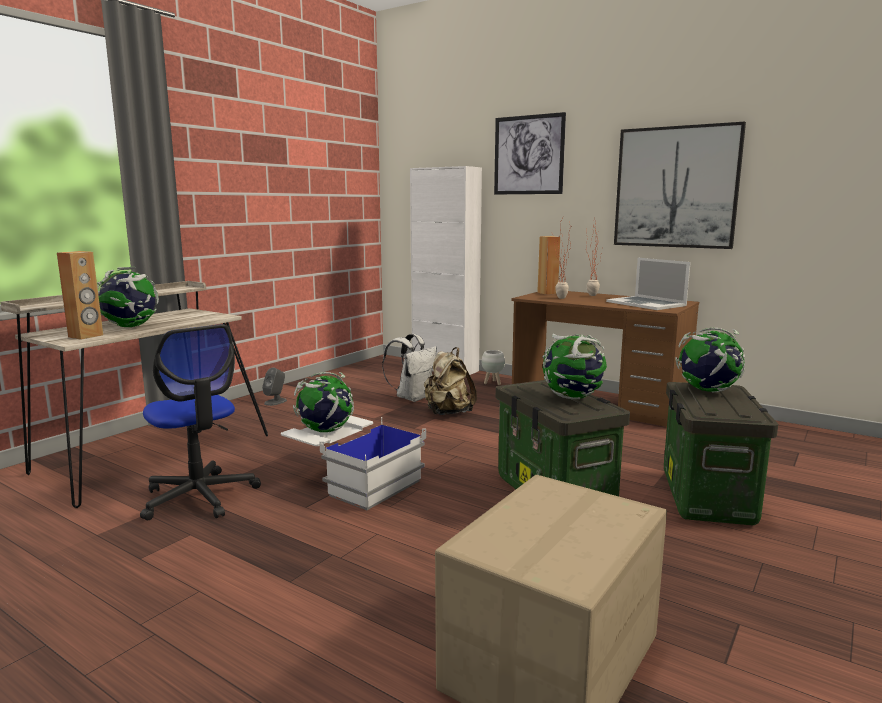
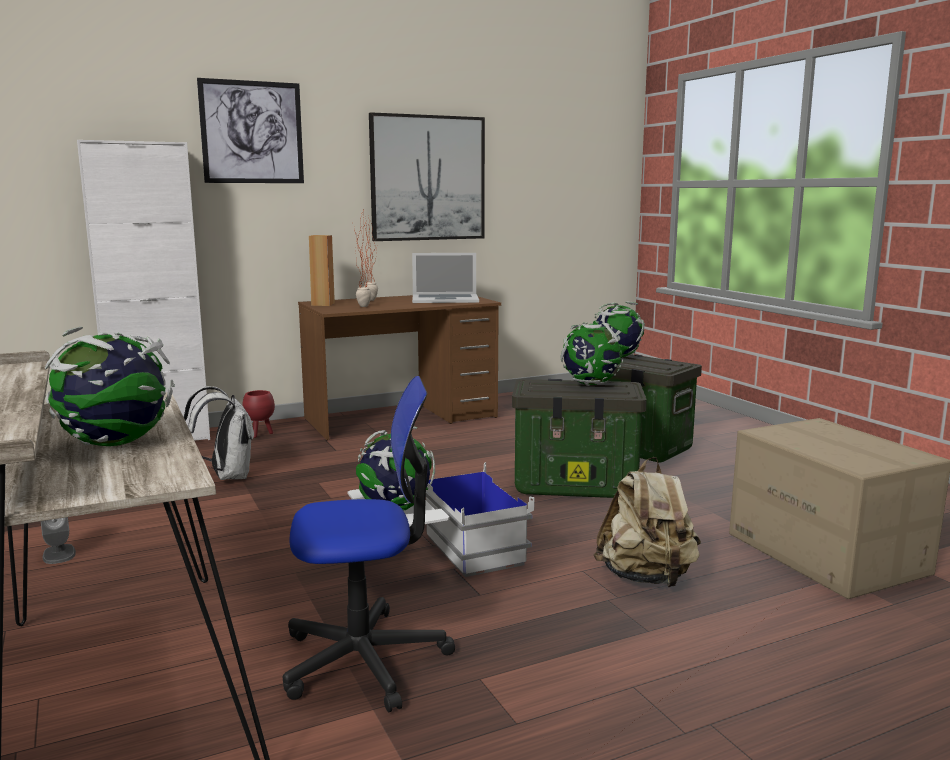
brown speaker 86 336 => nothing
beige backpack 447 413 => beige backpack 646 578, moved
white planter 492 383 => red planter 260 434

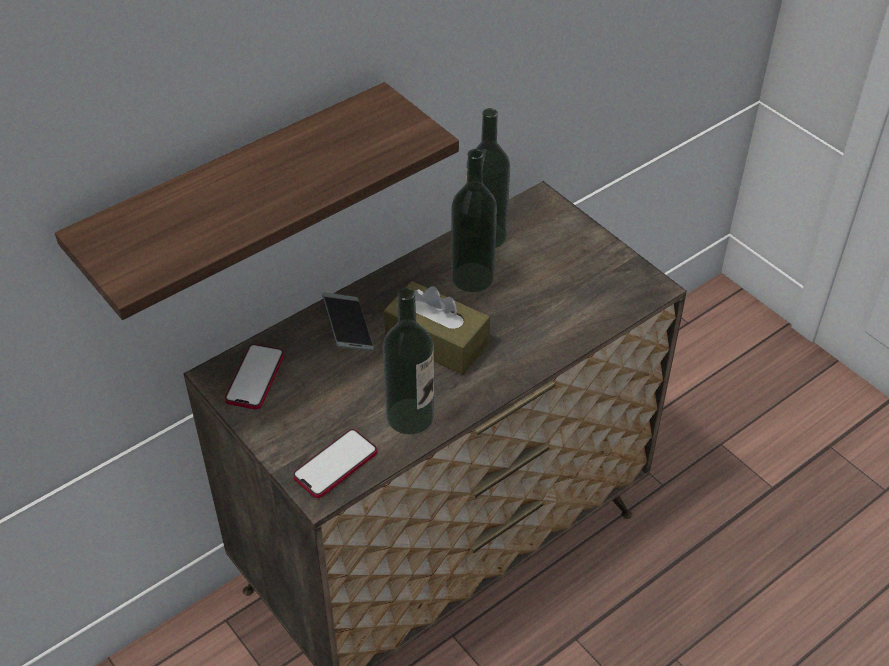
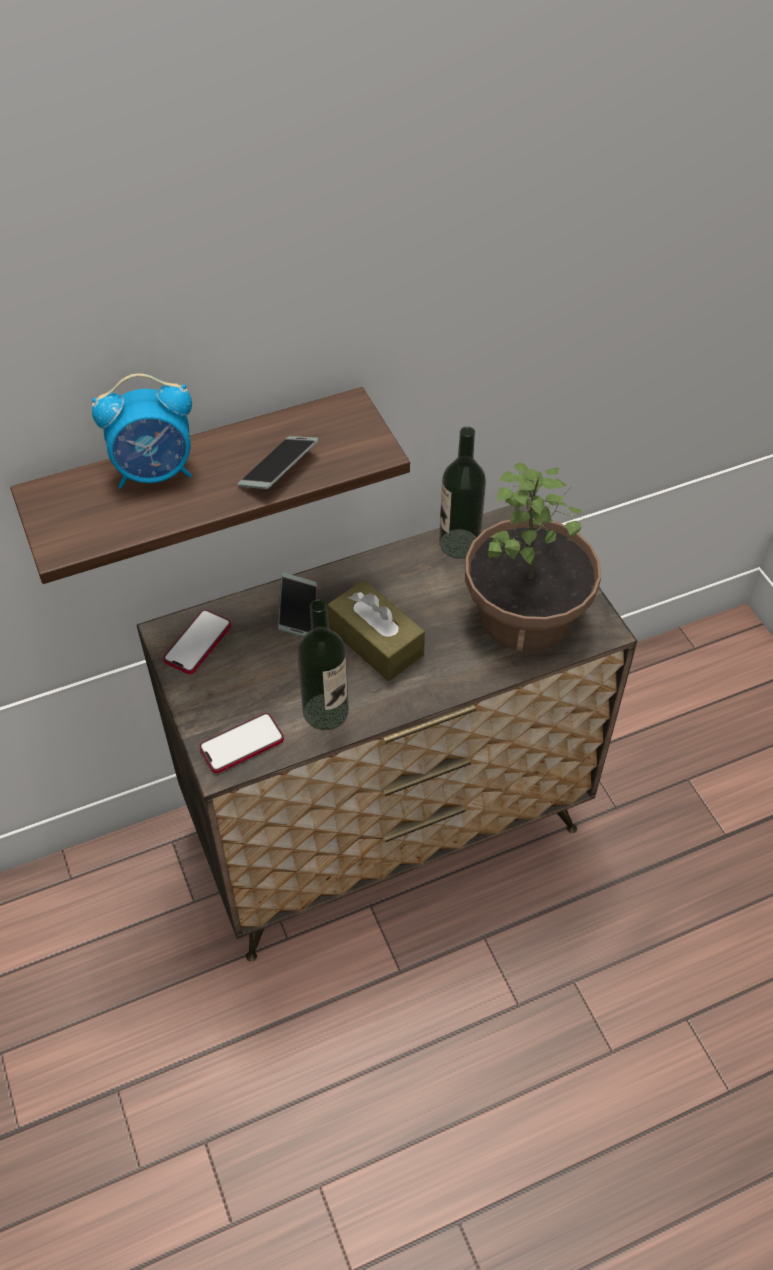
bottle 472 277 => nothing
nothing => alarm clock 155 472
nothing => phone 279 469
nothing => potted plant 527 616

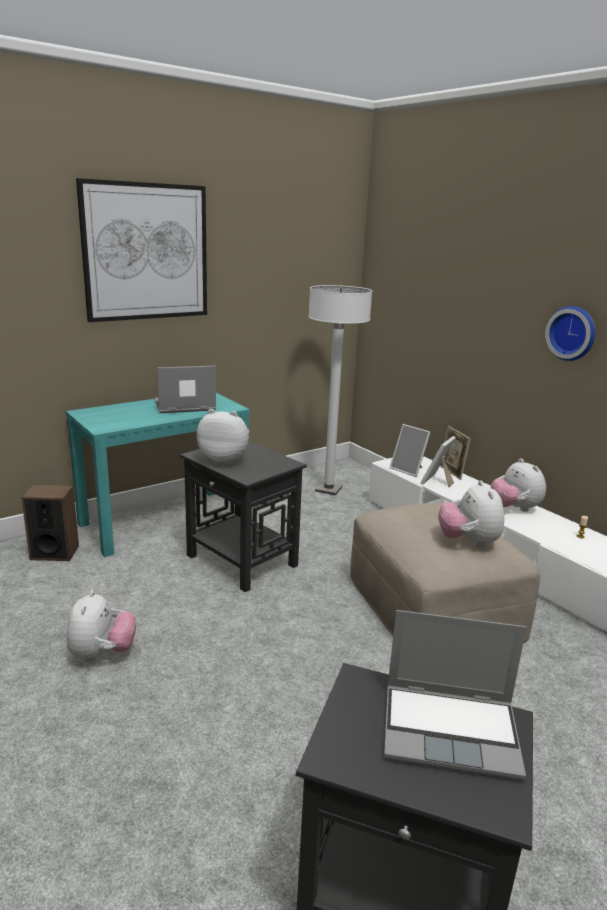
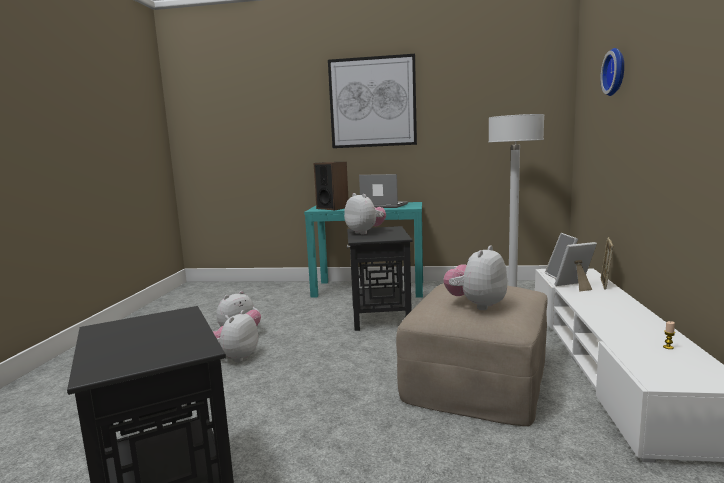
wall clock 572 333 => wall clock 616 72, moved
plush toy 514 508 => plush toy 235 357, moved
speaker 54 552 => speaker 332 208, moved
laptop 451 731 => nothing

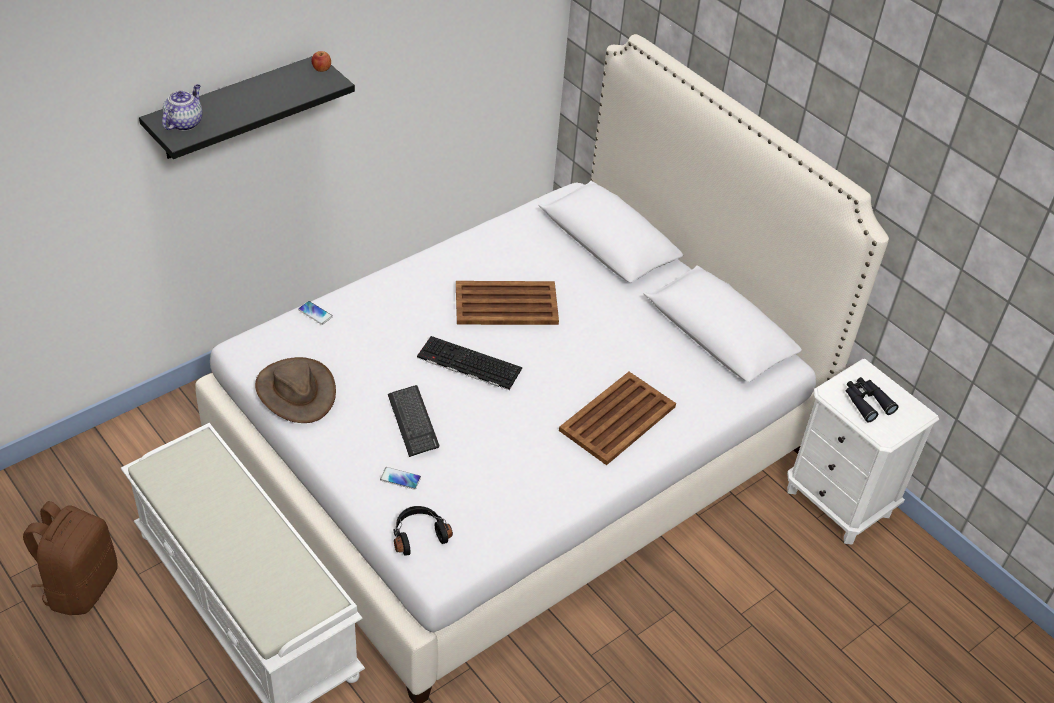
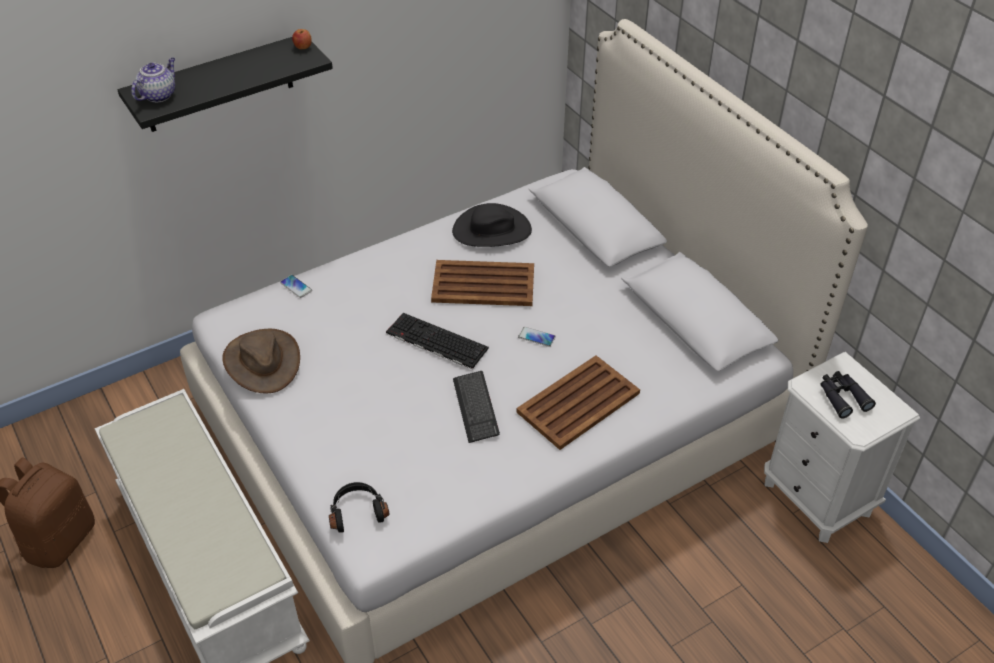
keyboard 413 422 => keyboard 475 408, moved
phone 400 479 => phone 536 337, moved
nothing => black hat 492 230

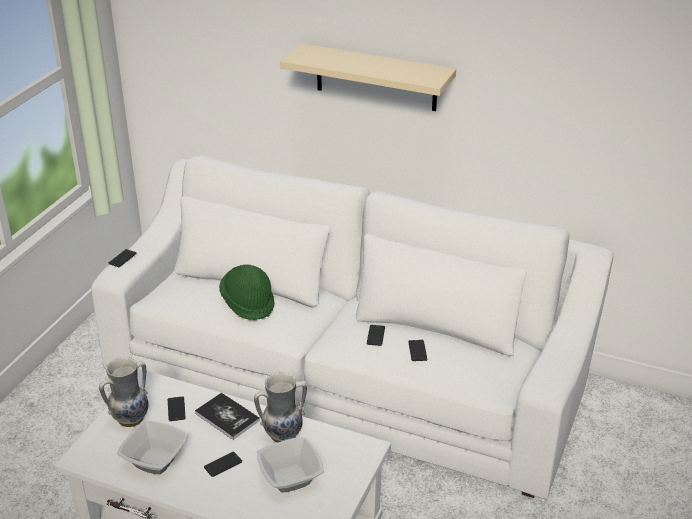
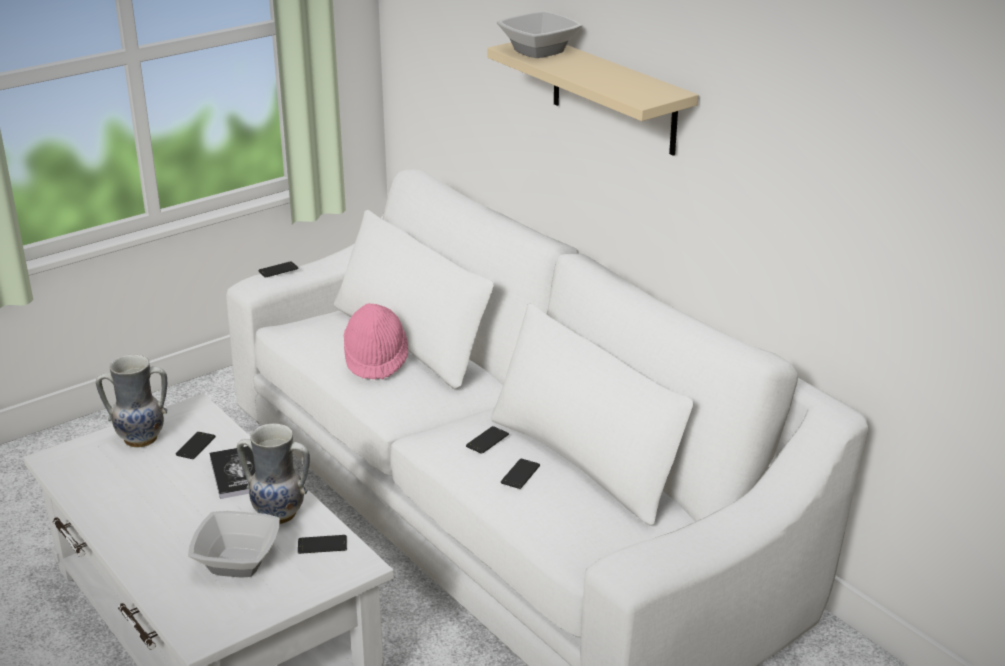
green hat 248 303 => pink hat 376 359
bowl 154 460 => bowl 537 50, moved
phone 223 464 => phone 322 545, moved

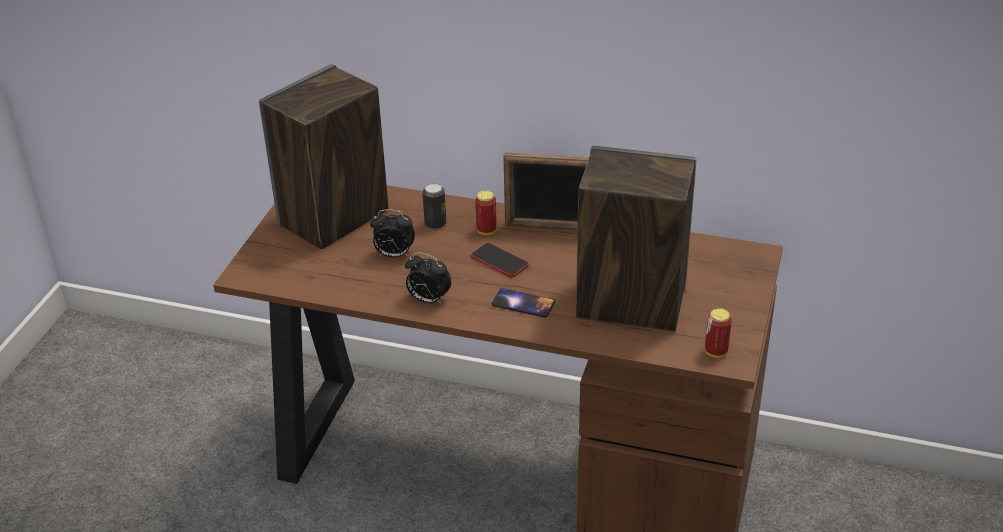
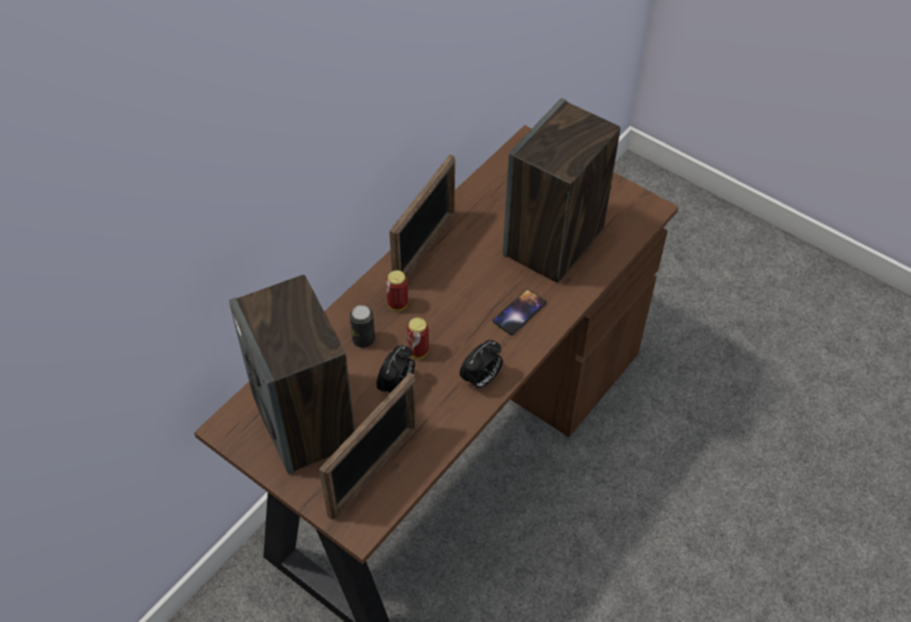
phone 499 261 => nothing
can 716 352 => can 418 351, moved
nothing => picture frame 374 471

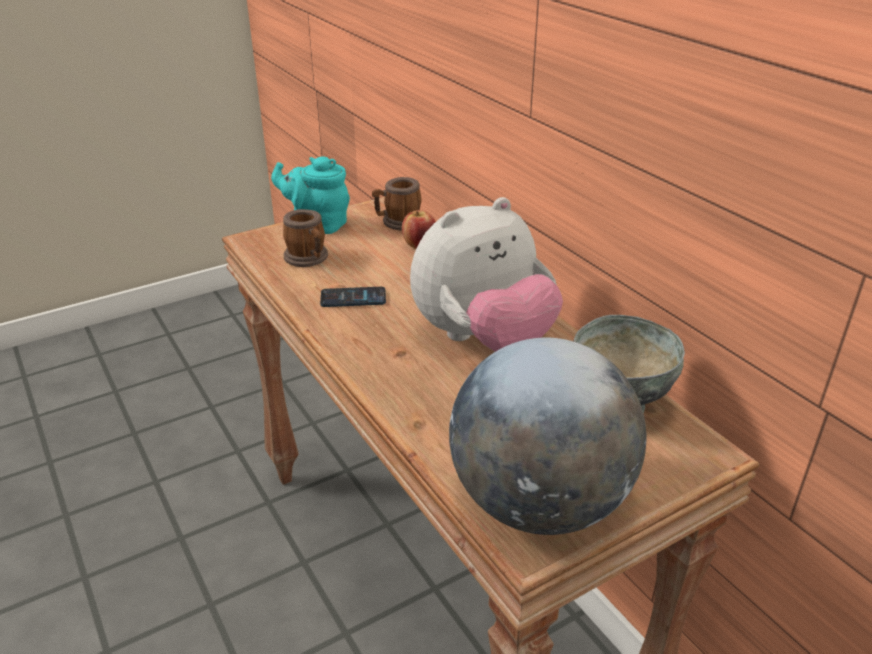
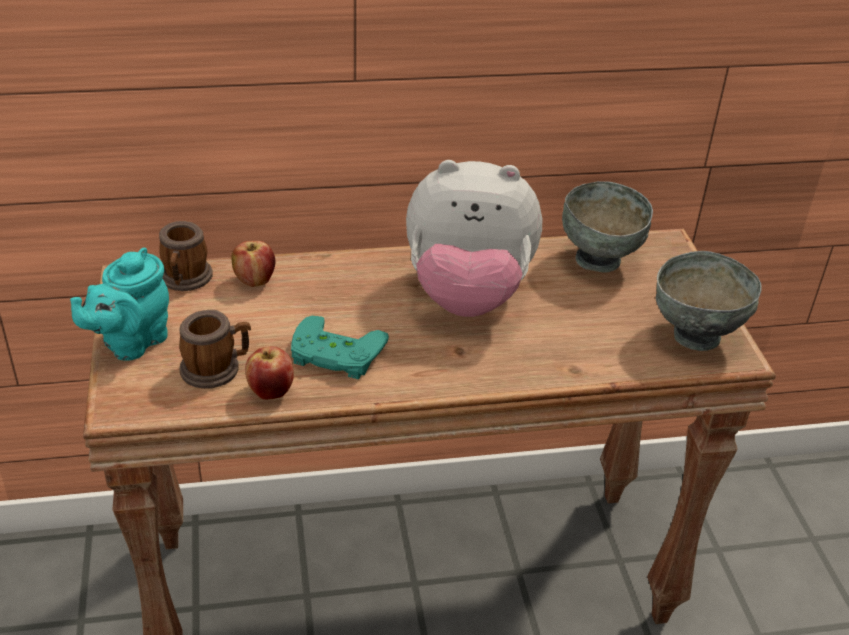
plush toy 483 340 => plush toy 467 296, 105 degrees clockwise
phone 353 298 => turquoise game controller 334 356
globe 539 503 => grey bowl 695 337
nothing => apple 271 391

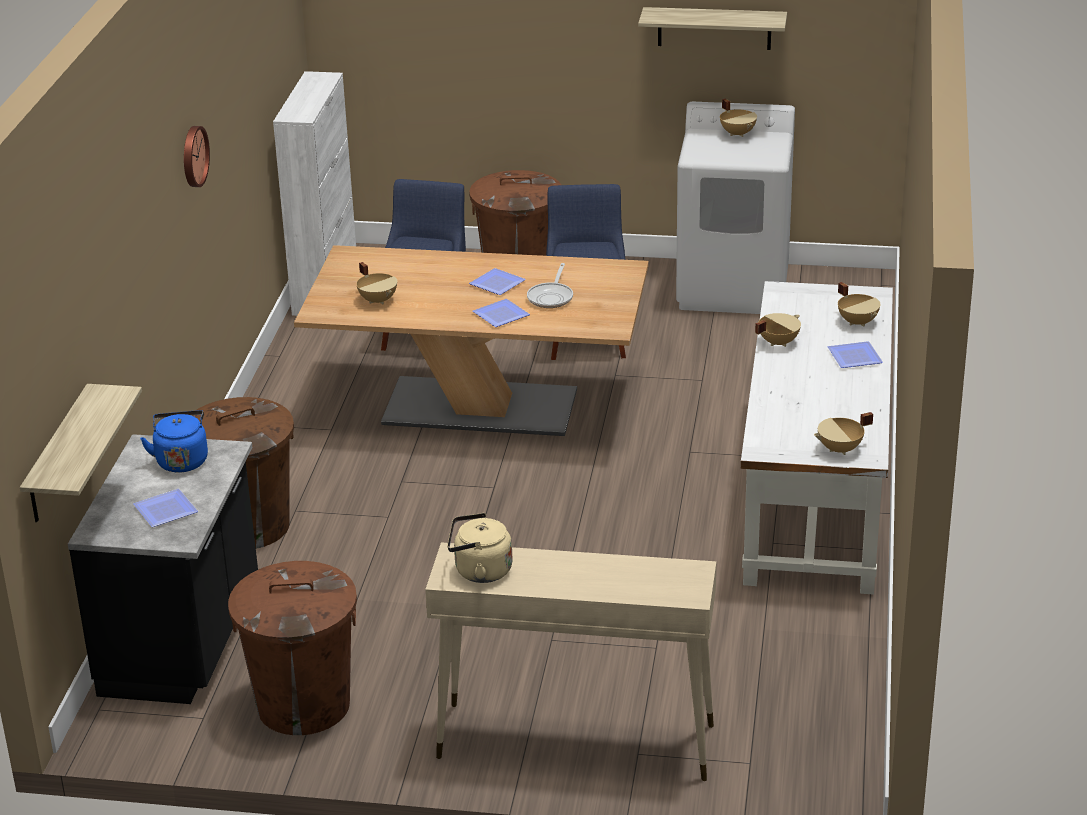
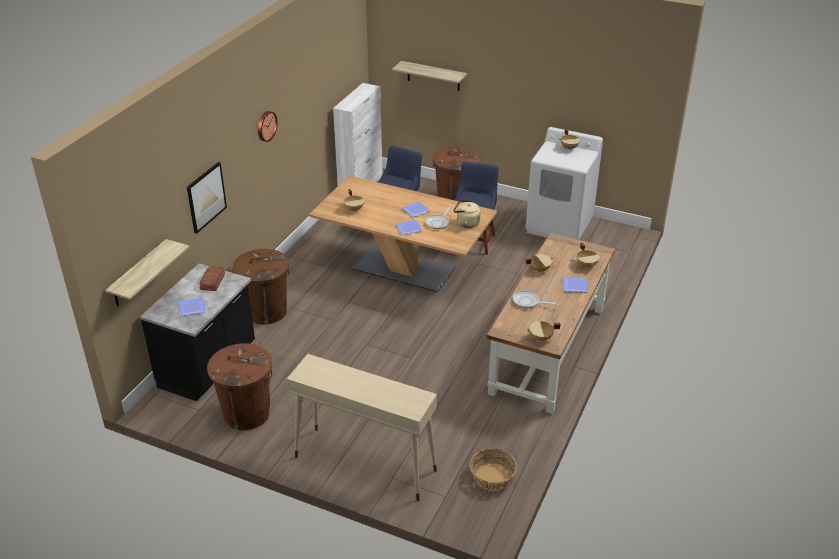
shelf 714 28 => shelf 433 76, moved
white desk 816 494 => brown desk 548 350
blue kettle 181 460 => bread 213 281
beige kettle 479 571 => beige kettle 466 223, moved
nothing => picture 206 197
nothing => frying pan 528 302
nothing => basket 492 477

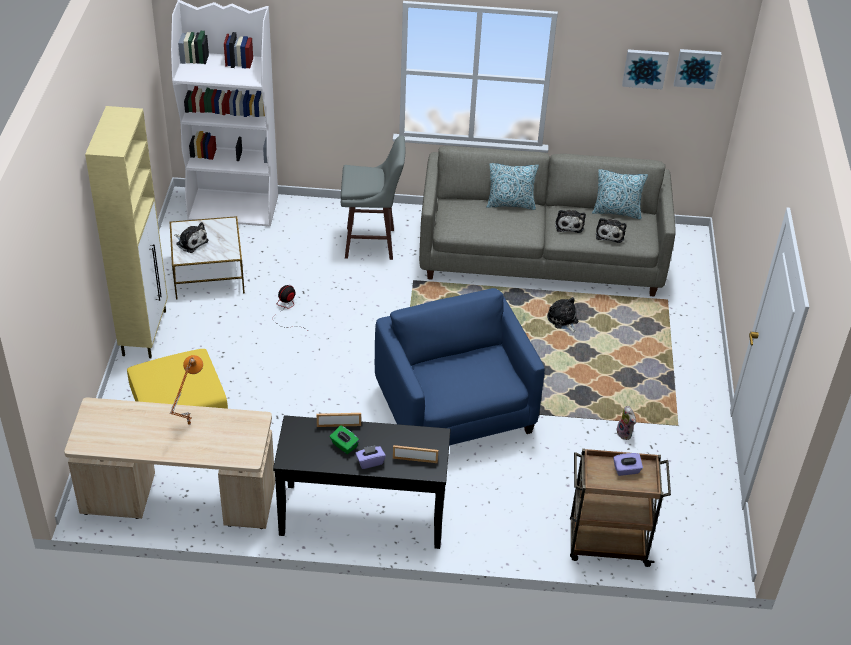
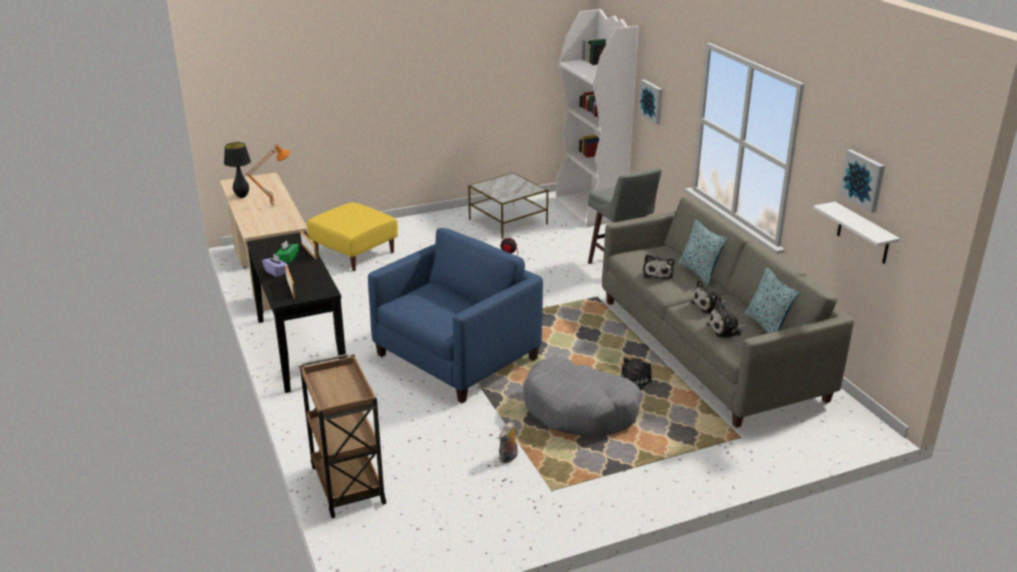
picture 697 67 => picture 652 101, moved
beige cabinet 145 332 => nothing
plush toy 191 242 => plush toy 658 273, moved
purple tissue box 626 470 => nothing
nothing => black table lamp 242 196
nothing => white shelf 863 234
nothing => grey dog bed 580 410

